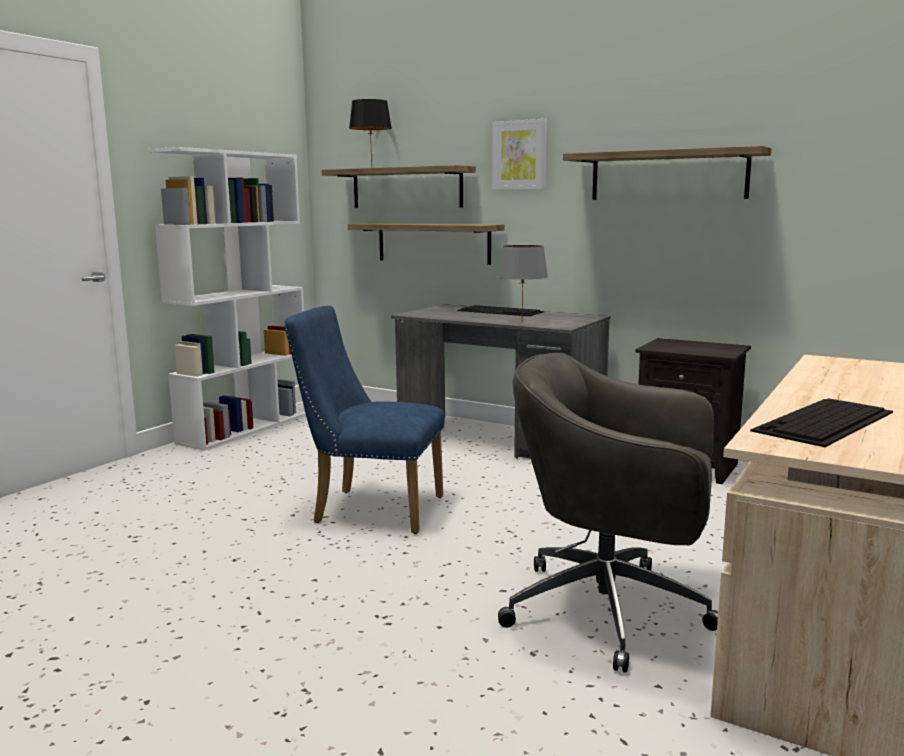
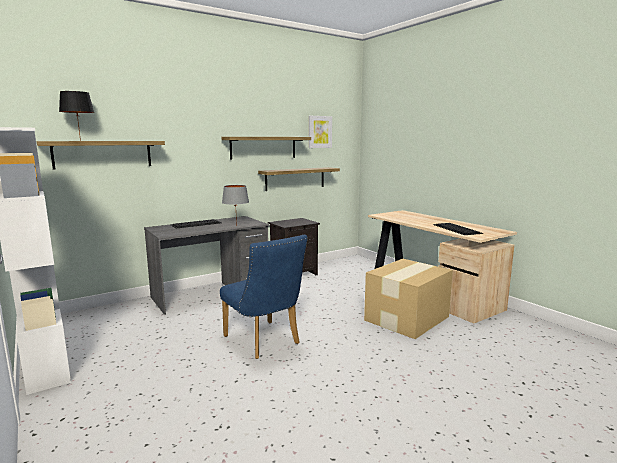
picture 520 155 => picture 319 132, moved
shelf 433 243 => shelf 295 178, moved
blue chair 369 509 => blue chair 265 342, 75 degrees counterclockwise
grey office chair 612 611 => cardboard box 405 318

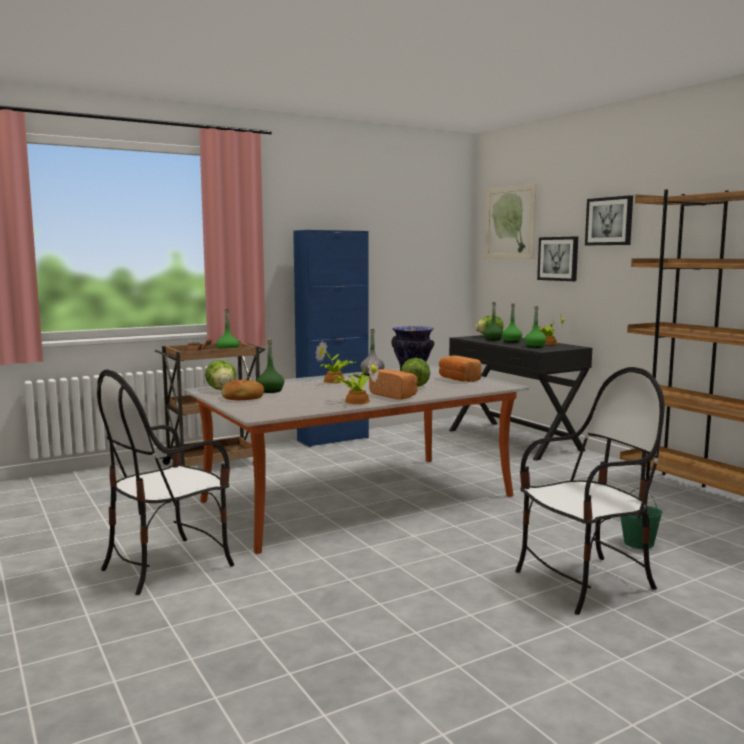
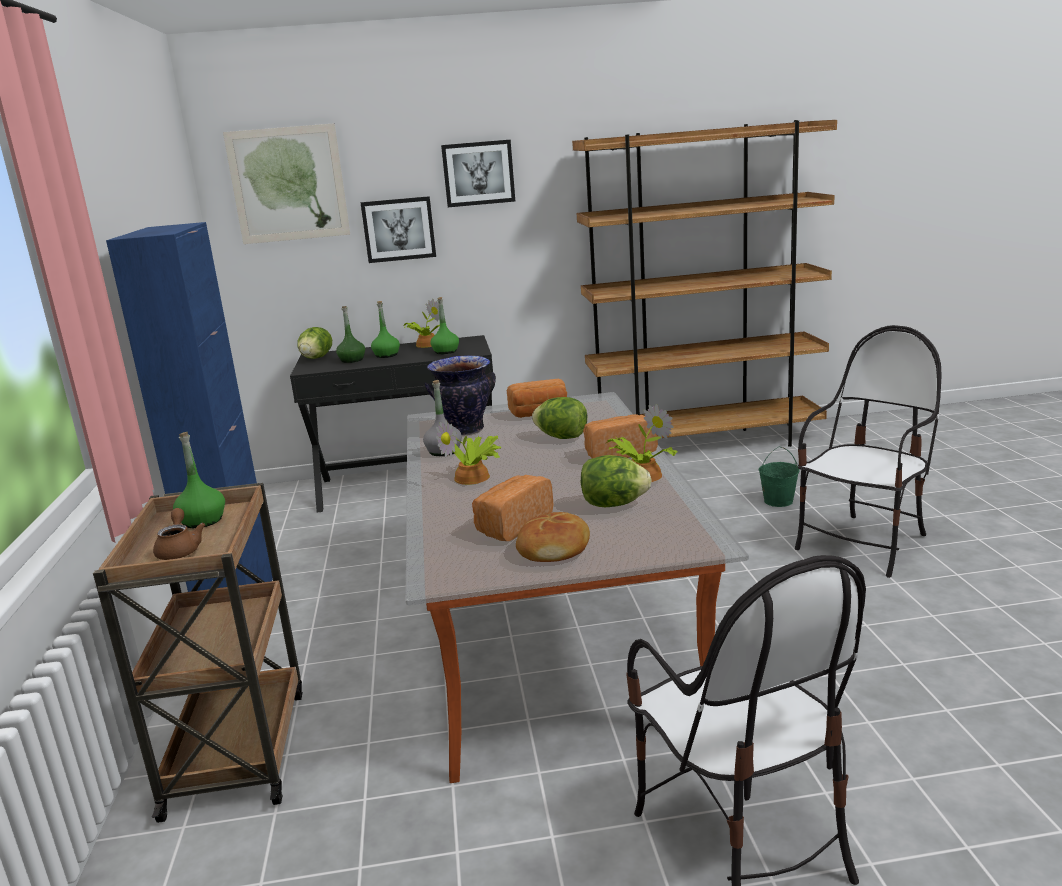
green bottle 270 391 => bread 512 525
lettuce 221 390 => lettuce 613 504, moved
chair 585 583 => chair 864 545, 45 degrees clockwise

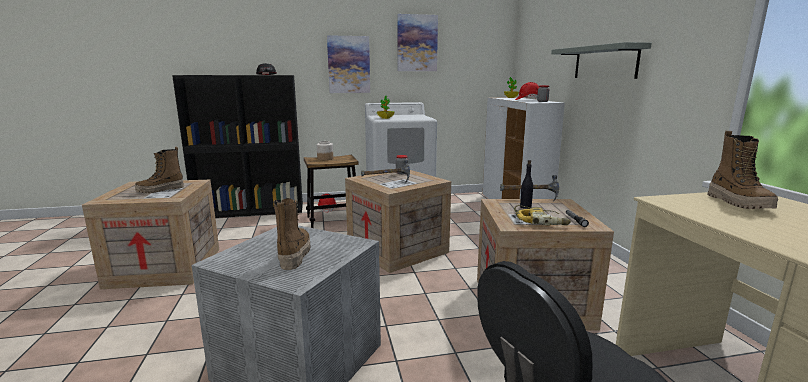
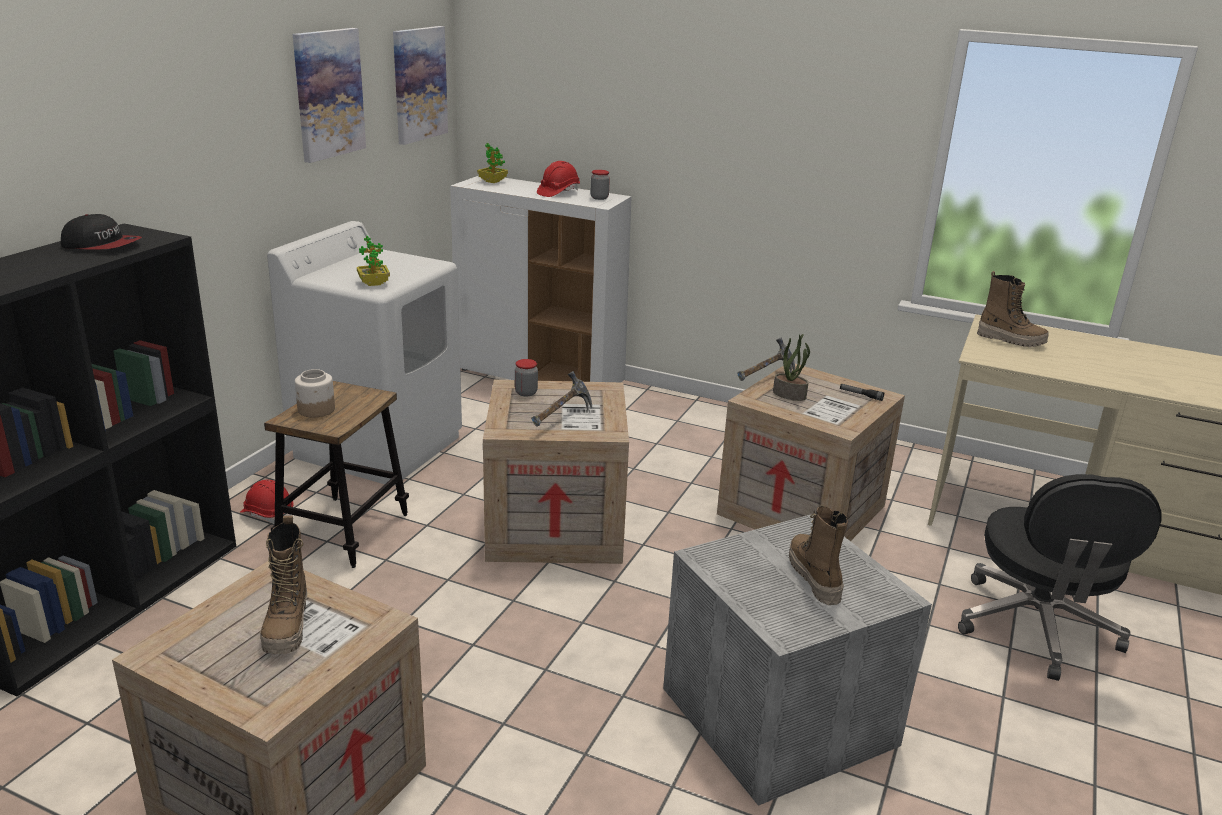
picture 348 64 => picture 419 84, moved
grey shelf 605 62 => nothing
black bottle 525 207 => potted plant 790 394
boot 294 255 => boot 813 577, 45 degrees clockwise
power drill 540 221 => nothing

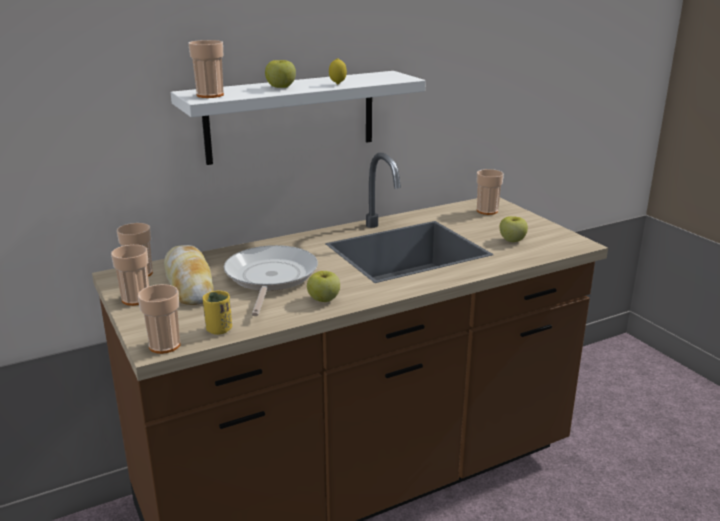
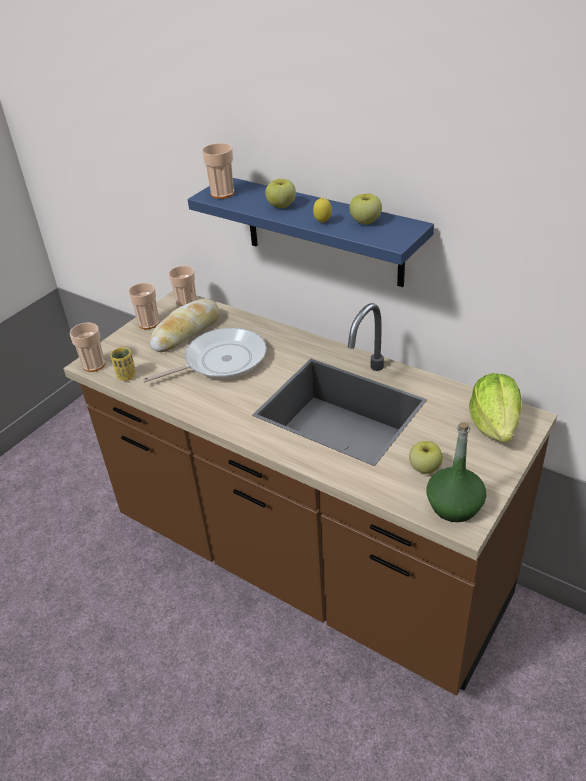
white shelf 291 117 => blue shelf 323 231
cup 487 211 => lettuce 494 425
apple 324 299 => apple 365 222, moved
nothing => green bottle 454 506

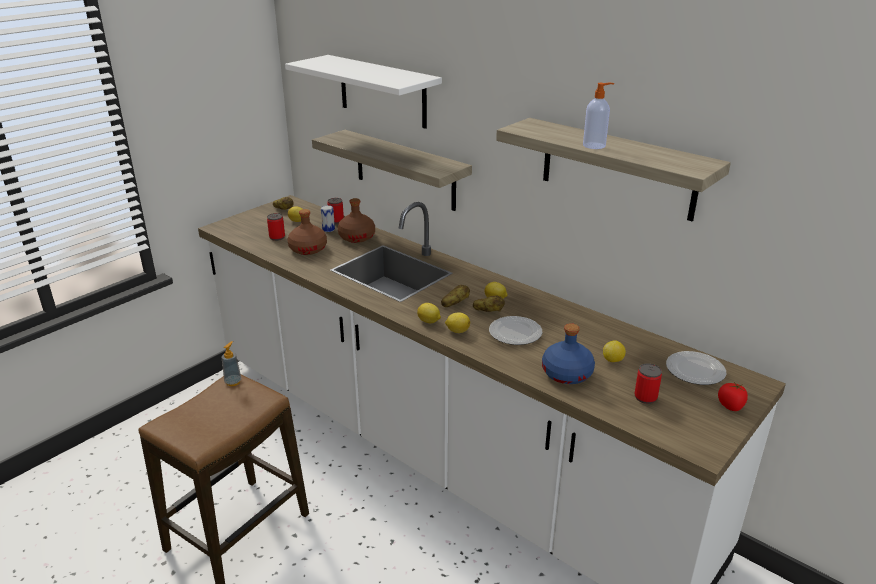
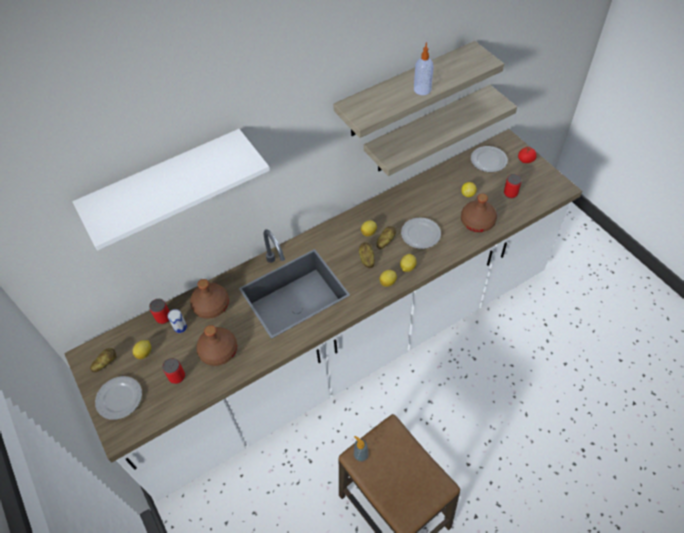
shelf 404 170 => shelf 427 130, moved
blue bottle 567 374 => brown bottle 477 222
nothing => plate 119 398

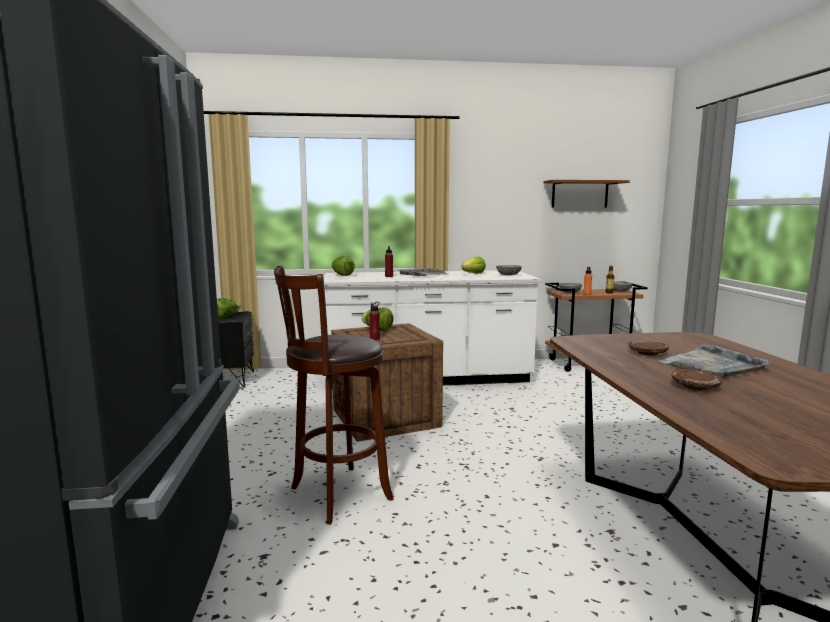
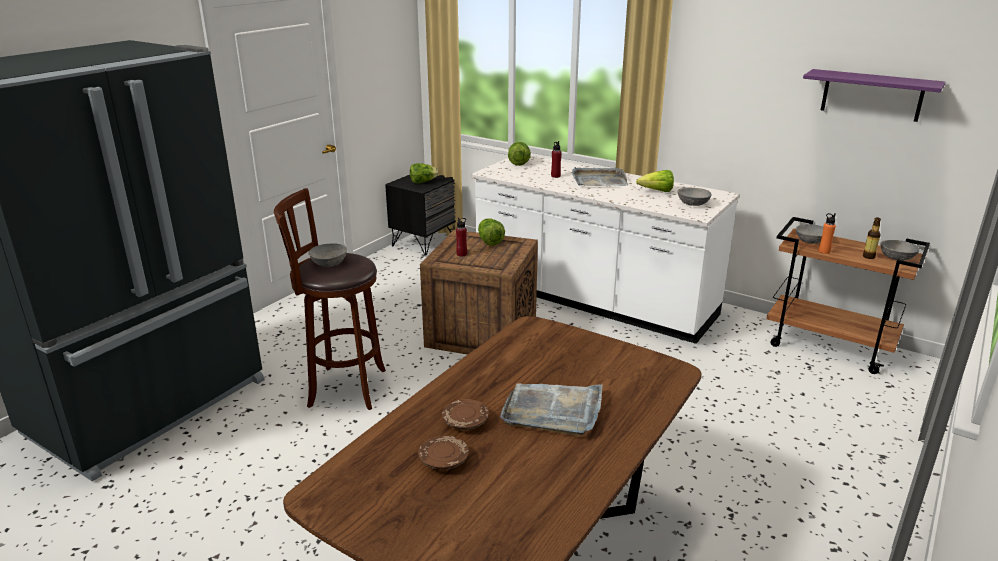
brown shelf 580 194 => purple shelf 872 95
brown plate 647 353 => brown plate 443 460, moved
nothing => grey bowl 329 263

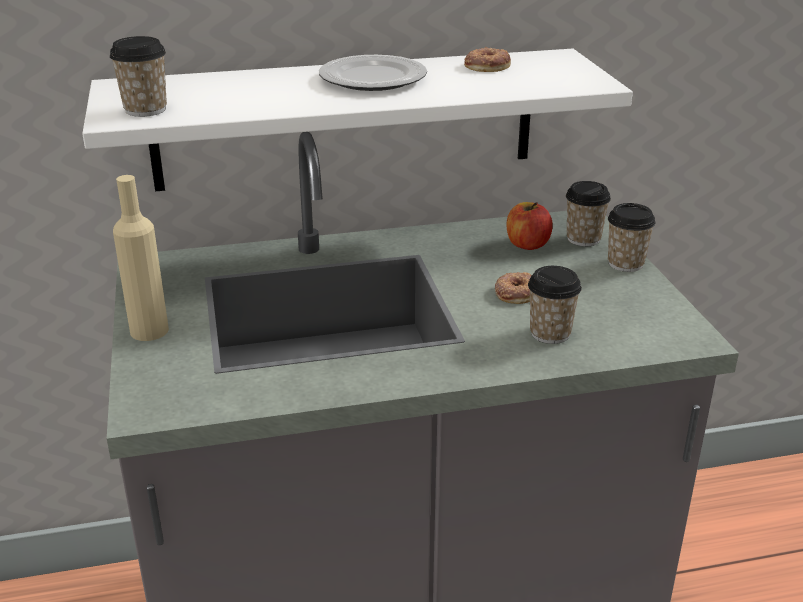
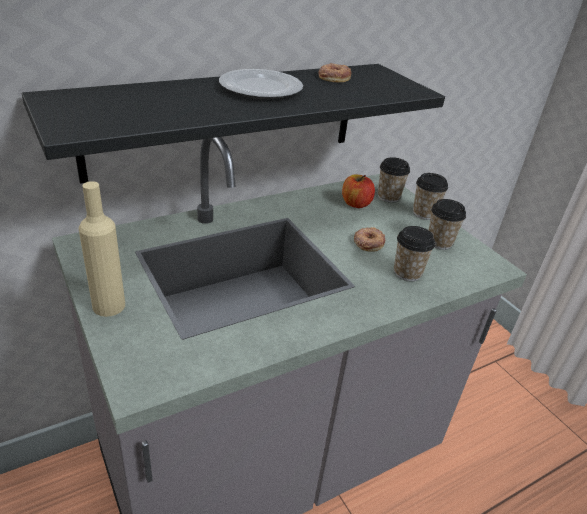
cup 145 110 => cup 439 242, moved
white shelf 346 119 => black shelf 227 119

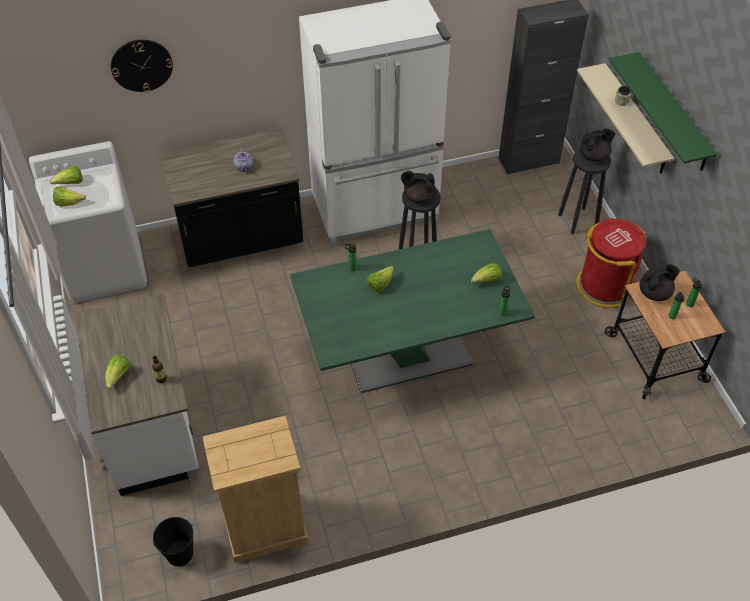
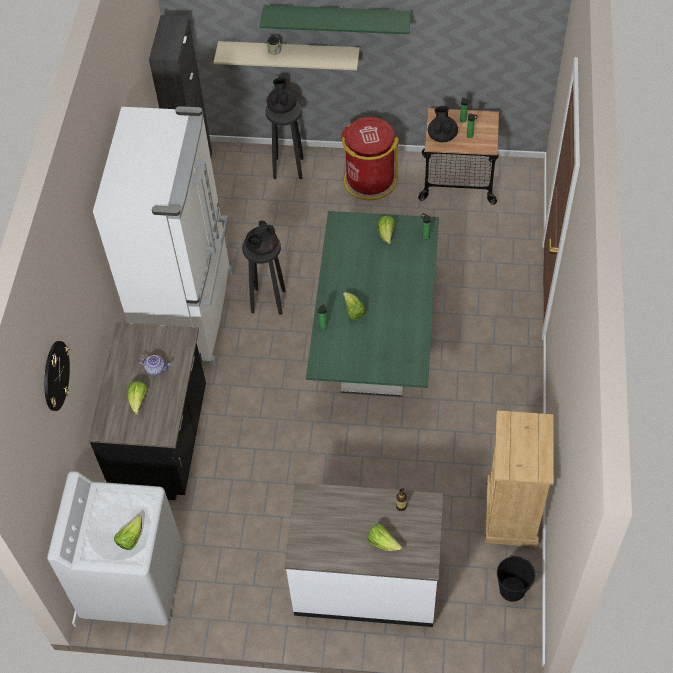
lettuce 70 183 => lettuce 138 401, moved

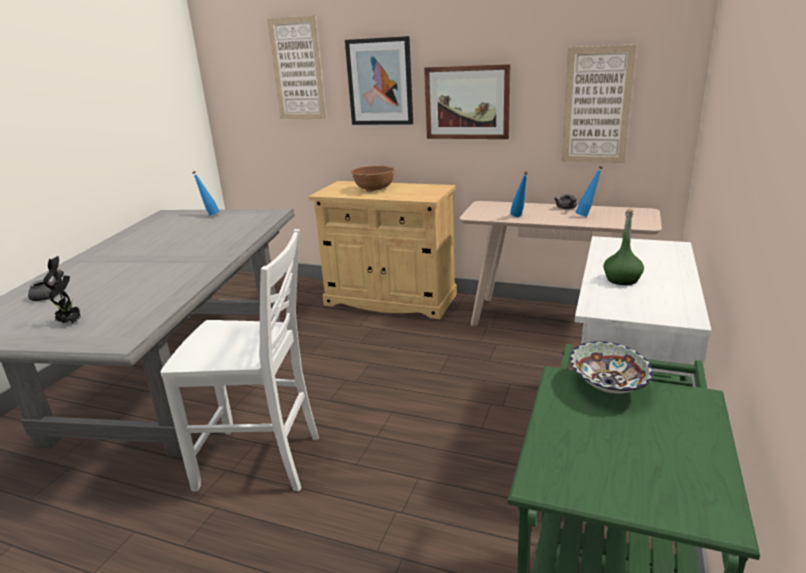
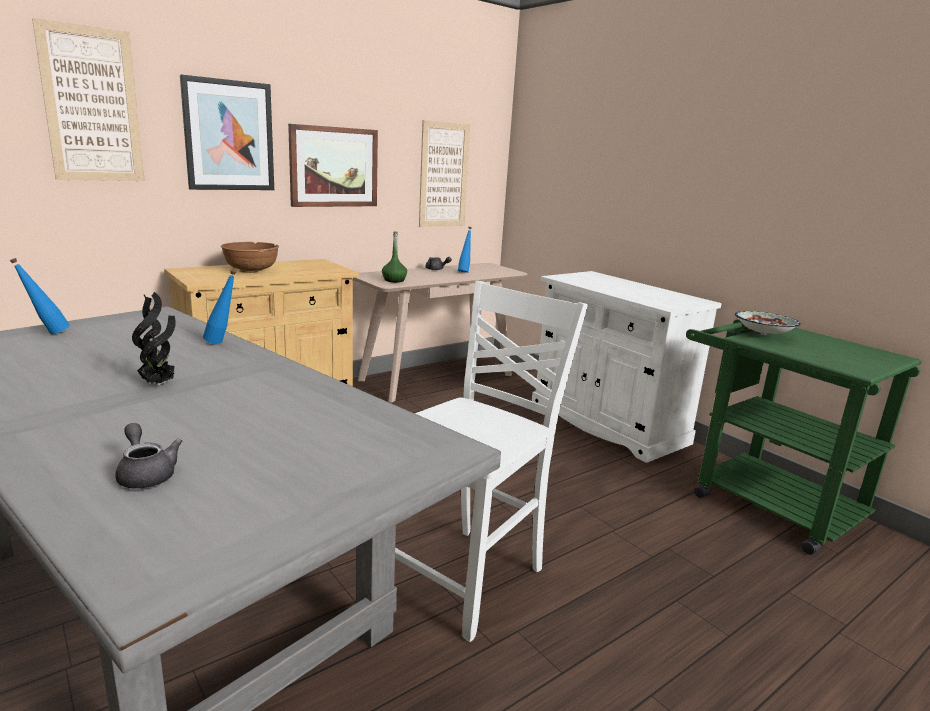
blue bottle 519 217 => blue bottle 222 343, moved
green bottle 622 280 => green bottle 394 280, moved
potted plant 71 323 => potted plant 159 384, moved

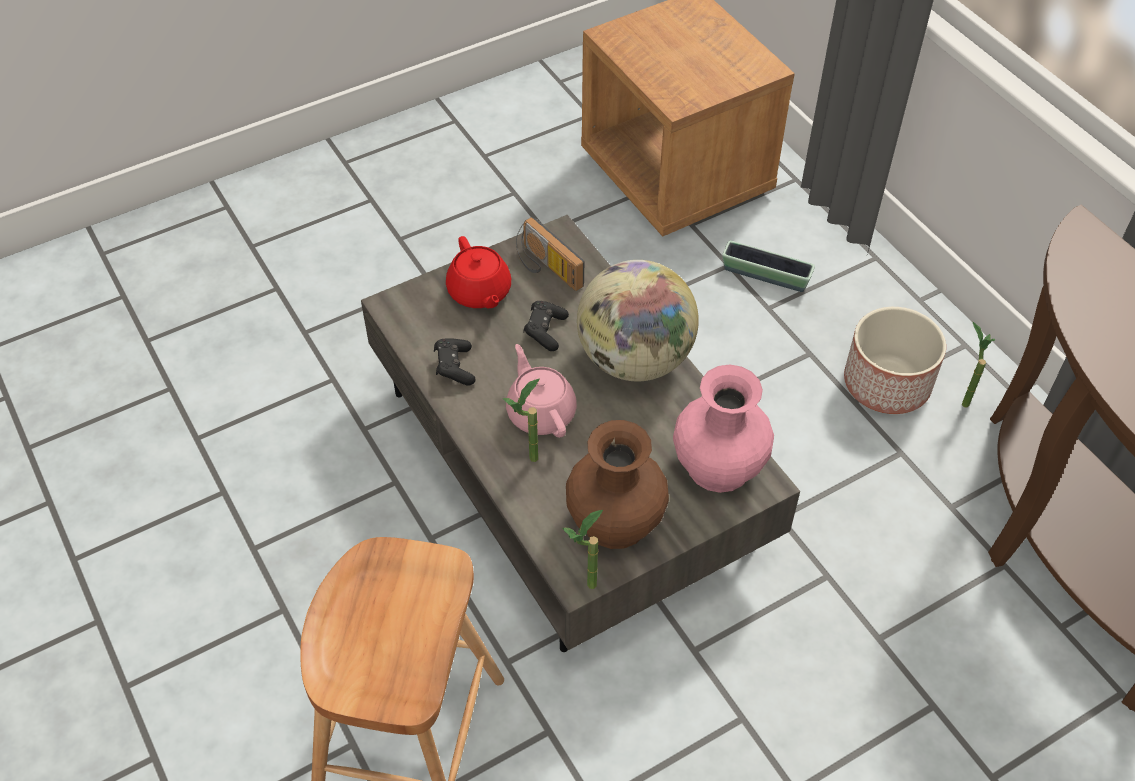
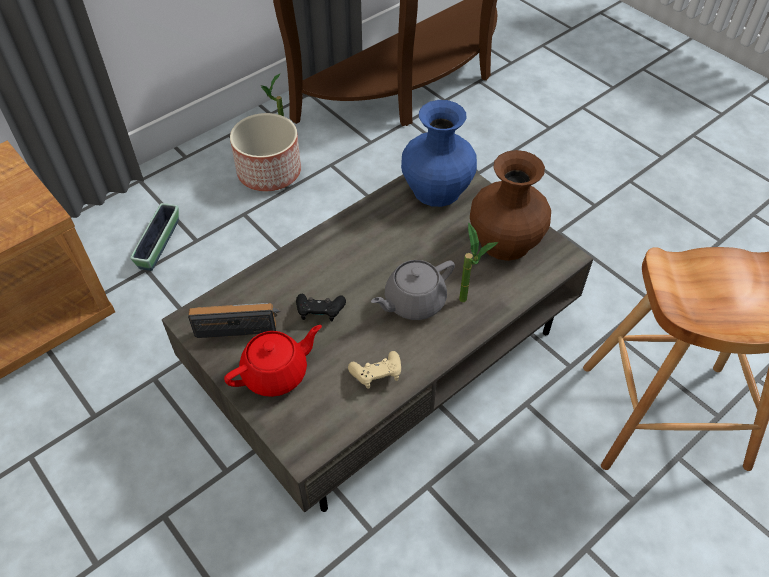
radio 545 268 => radio 239 324, 135 degrees counterclockwise
globe 634 359 => nothing
black game controller 454 367 => beige game controller 377 375
pink teapot 541 412 => grey teapot 413 302
pink vase 720 466 => blue vase 437 188
potted plant 583 590 => nothing

